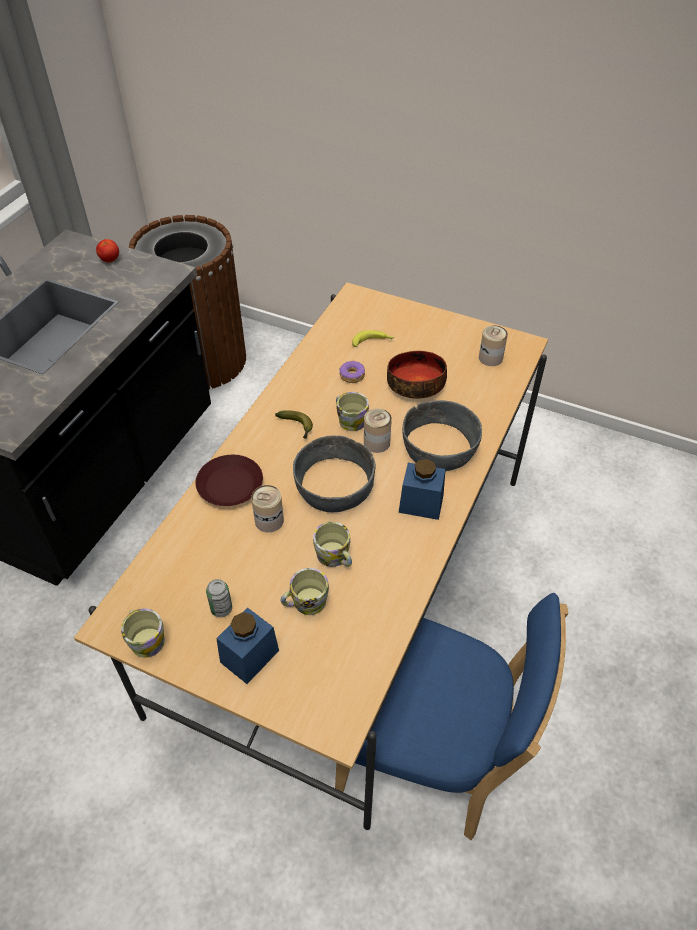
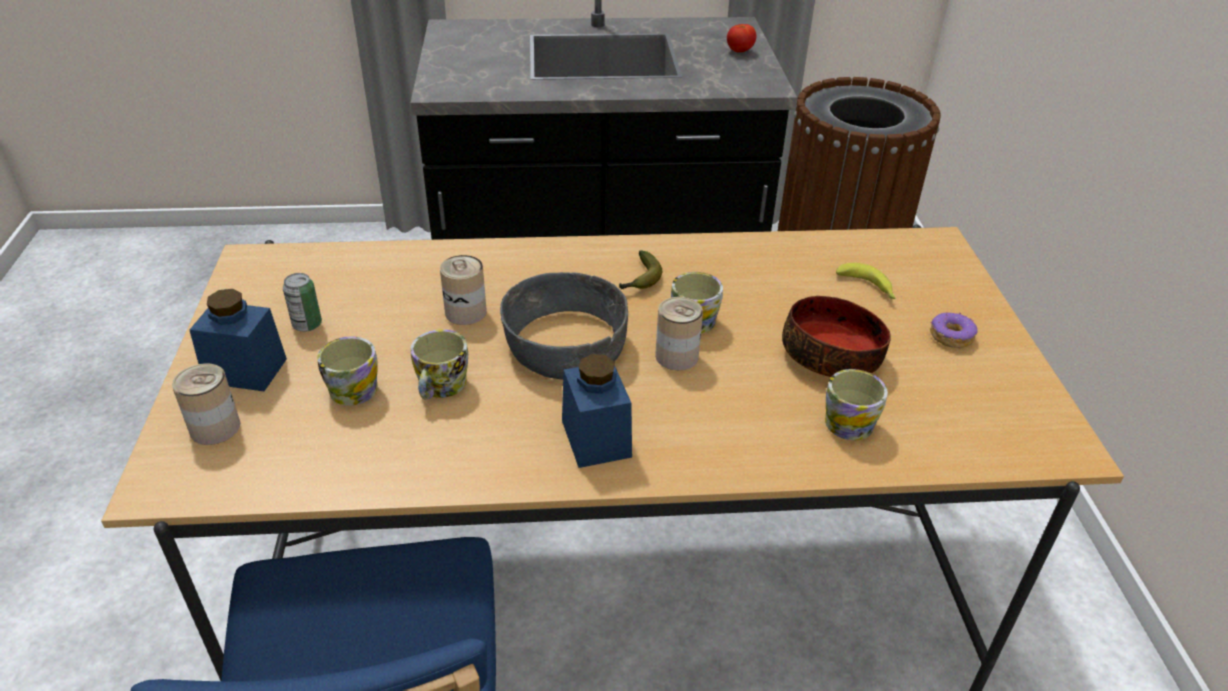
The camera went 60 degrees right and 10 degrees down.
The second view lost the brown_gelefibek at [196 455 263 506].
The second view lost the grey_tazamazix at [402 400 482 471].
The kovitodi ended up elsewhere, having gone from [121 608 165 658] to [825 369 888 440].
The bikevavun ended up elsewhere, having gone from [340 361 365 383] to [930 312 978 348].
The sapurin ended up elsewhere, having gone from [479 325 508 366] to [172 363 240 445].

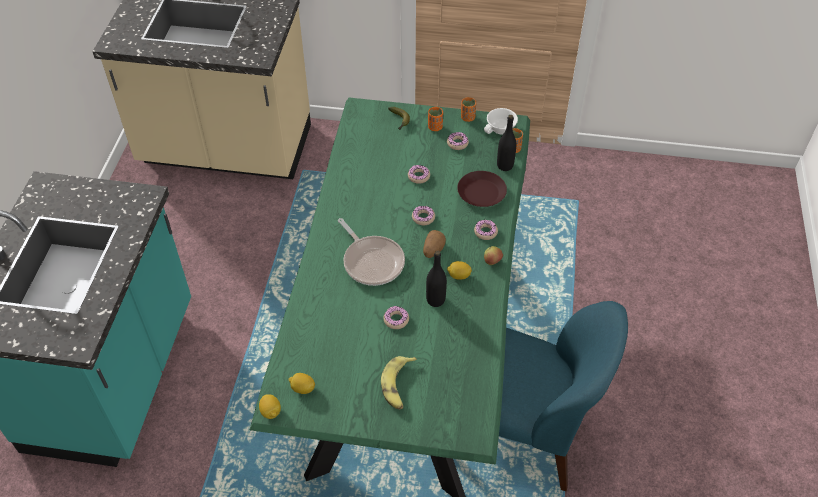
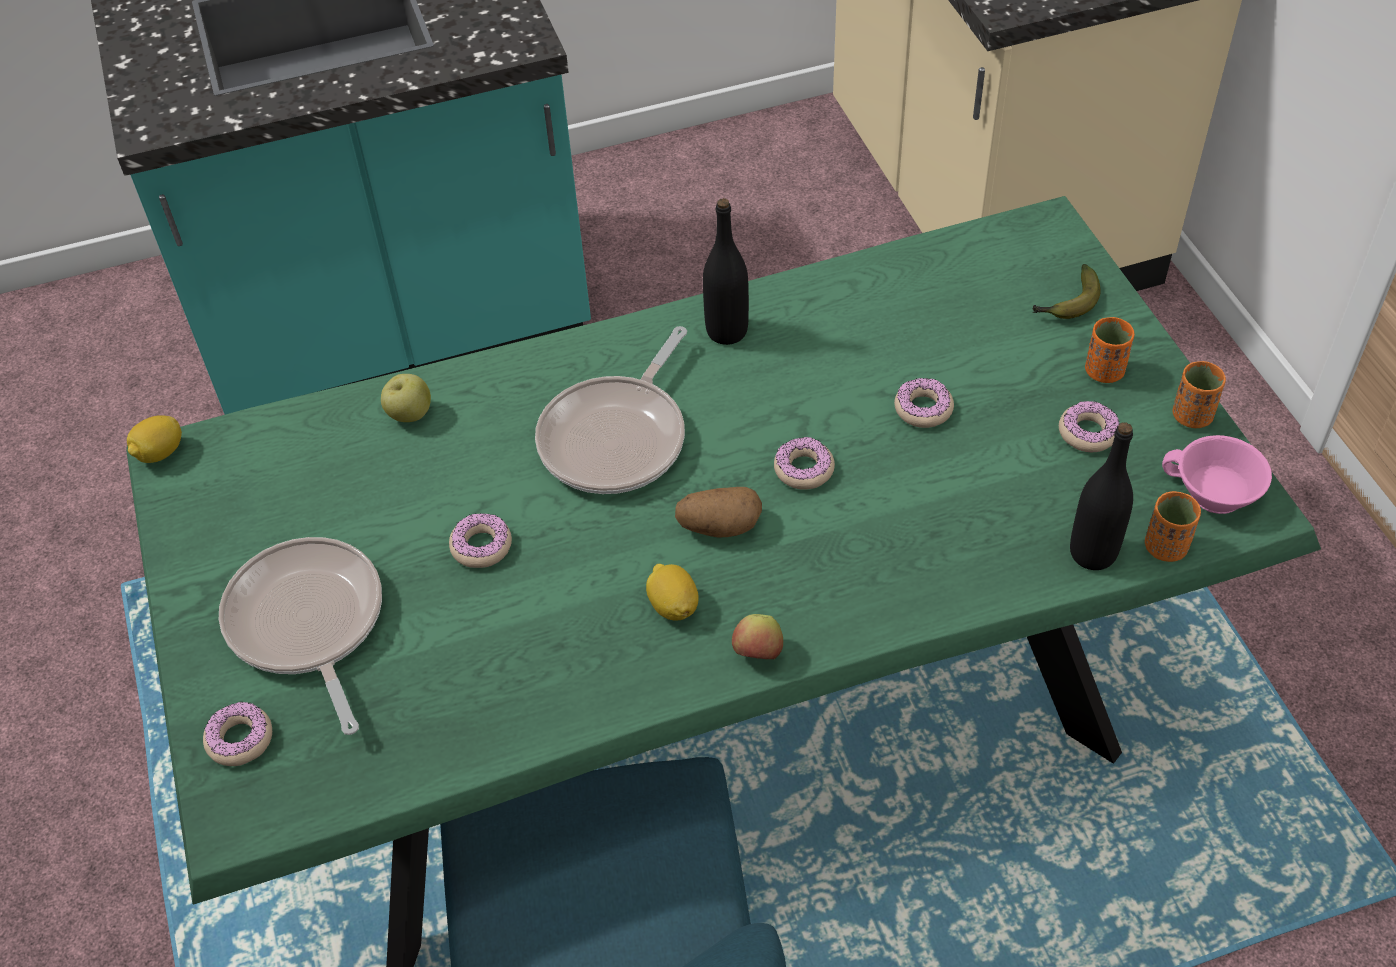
The camera went 65 degrees right and 0 degrees up.
The second view lost the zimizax at [289 373 315 394].
The second view lost the brown_gelefibek at [457 171 507 207].
The second view gained the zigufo at [381 374 431 422].
The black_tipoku ended up elsewhere, having gone from [426 251 447 307] to [703 198 749 345].
The bikevavun ended up elsewhere, having gone from [474 220 498 240] to [203 702 272 766].
Where the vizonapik stood at [381 356 417 409], the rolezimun came to stand at [219 537 382 735].
What was the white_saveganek at [484 108 518 134] turned into the pink_saveganek at [1162 435 1272 514].

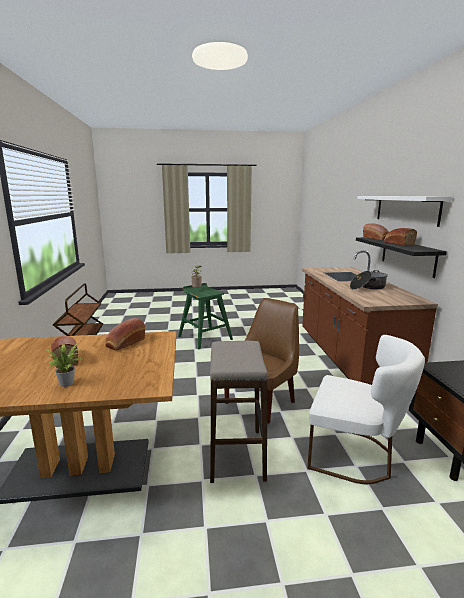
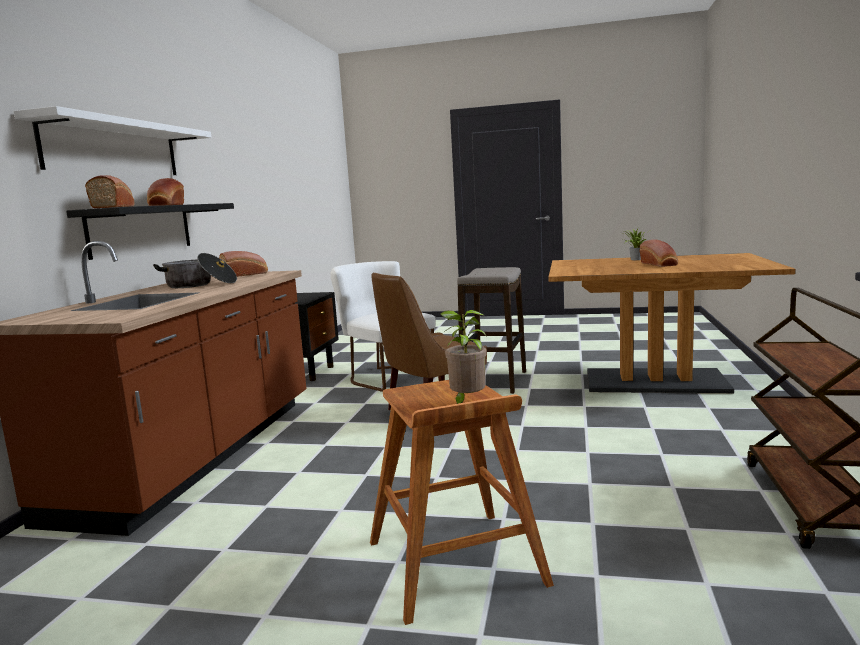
The camera went 160 degrees left and 5 degrees down.
The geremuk ended up elsewhere, having gone from [105 318 145 351] to [219 251 268 277].
What was the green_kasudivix at [178 283 233 349] turned into the brown_kasudivix at [370 380 554 625].

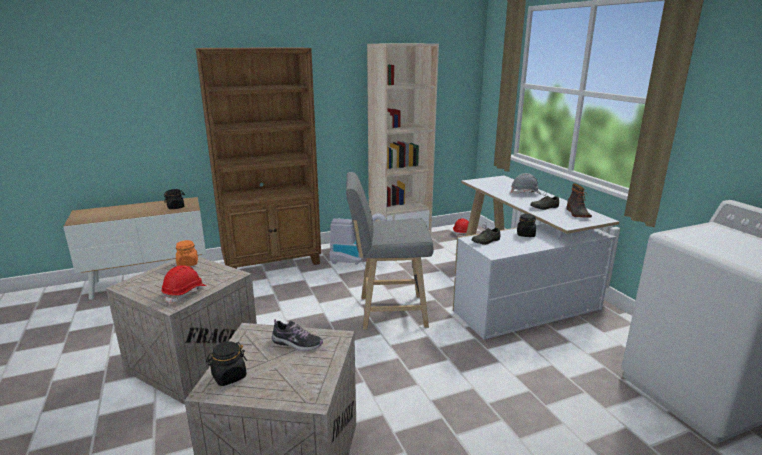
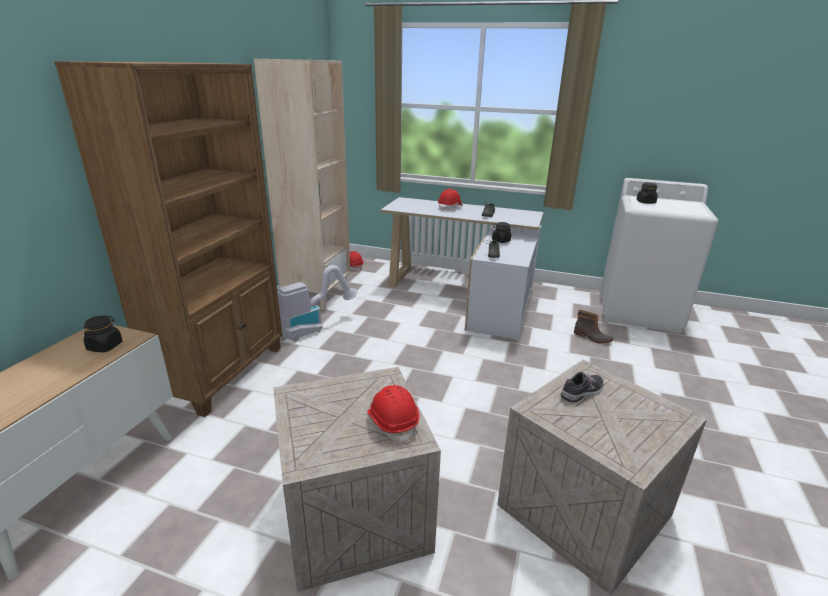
The camera went 50 degrees left and 5 degrees up.
The second view lost the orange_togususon at [176 240 198 266].
The second view lost the grey_kasudivix at [346 172 434 330].
The black_togususon ended up elsewhere, having gone from [206 341 247 386] to [637 183 658 204].
The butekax ended up elsewhere, having gone from [566 184 592 217] to [574 310 614 344].
What was the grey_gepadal at [511 173 541 194] turned into the red_gepadal at [438 189 463 211].

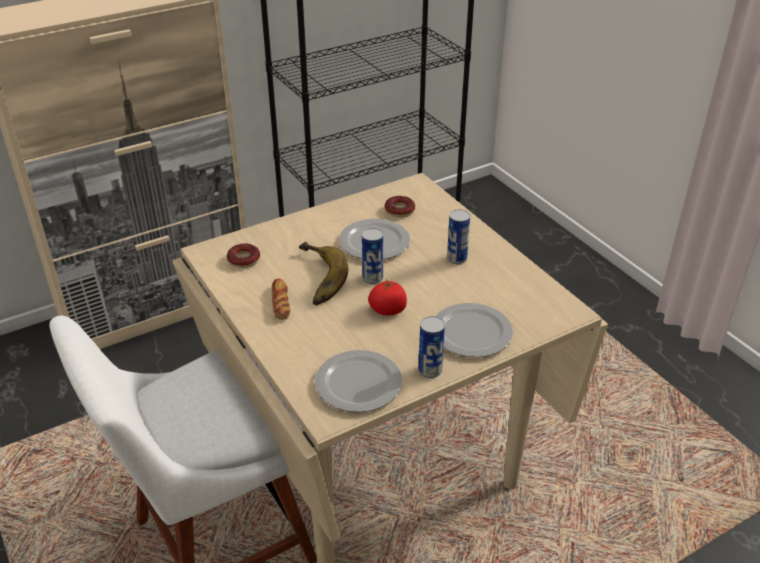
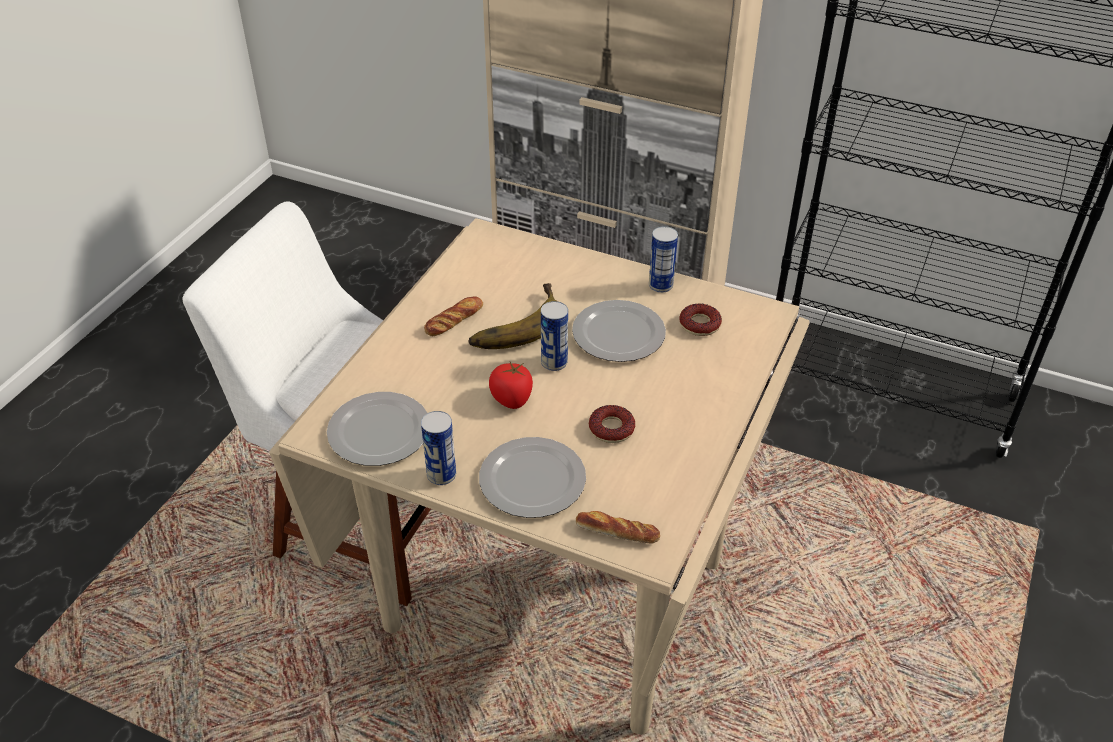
The camera went 55 degrees right and 5 degrees up.
The second view gained the geremuk at [576 511 660 544].
The bikevavun ended up elsewhere, having gone from [227 244 260 268] to [589 405 635 443].
The sapurin ended up elsewhere, having gone from [447 209 470 264] to [649 226 678 293].

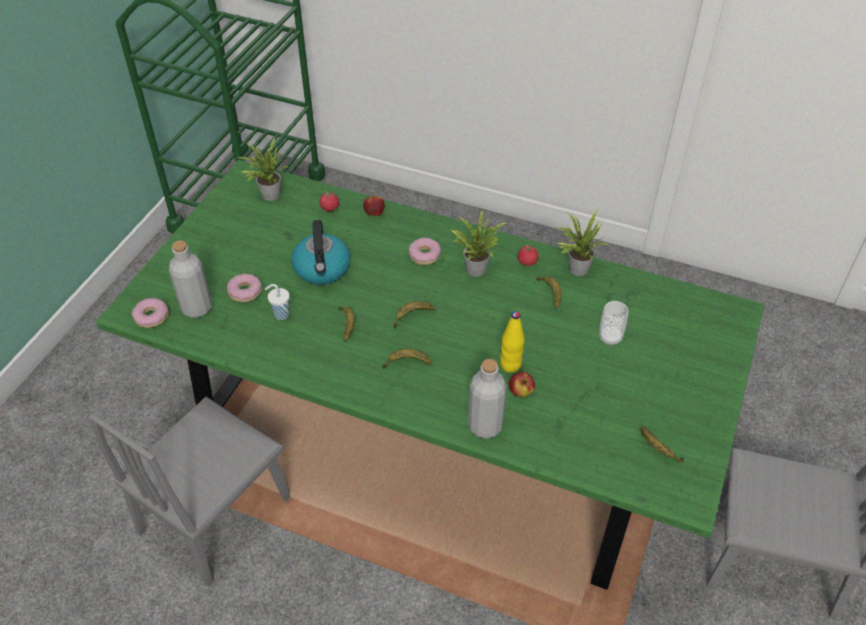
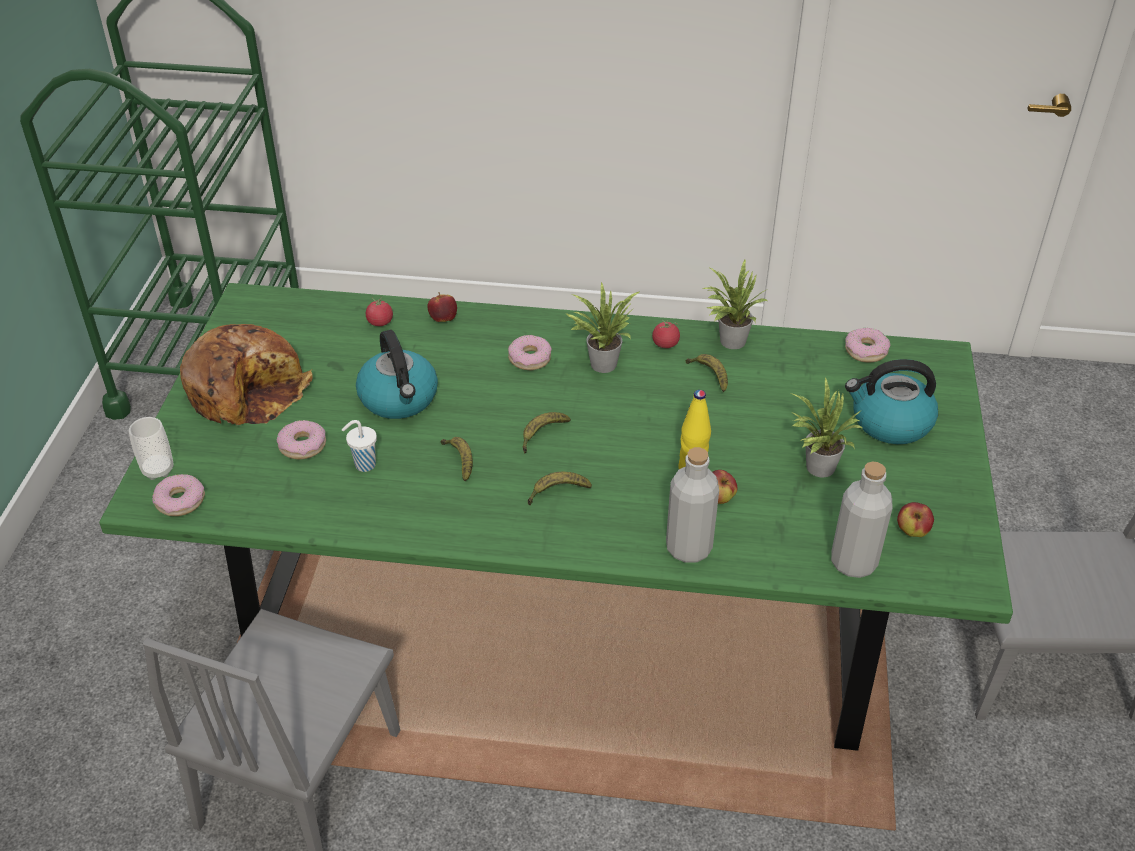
The camera went 15 degrees left and 5 degrees down.
The second view gained the geremuk at [180 324 312 425].
The second view gained the bikevavun at [845 328 890 362].
The second view gained the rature at [845 359 938 444].
The grey_tipoku ended up elsewhere, having gone from [169 240 212 318] to [831 461 892 578].
The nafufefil ended up elsewhere, having gone from [239 138 290 201] to [791 377 864 477].
The saveganek ended up elsewhere, having gone from [599 301 629 345] to [129 417 174 480].
Where the vizonapik stood at [641 426 684 462], the zigufo came to stand at [897 502 934 537].

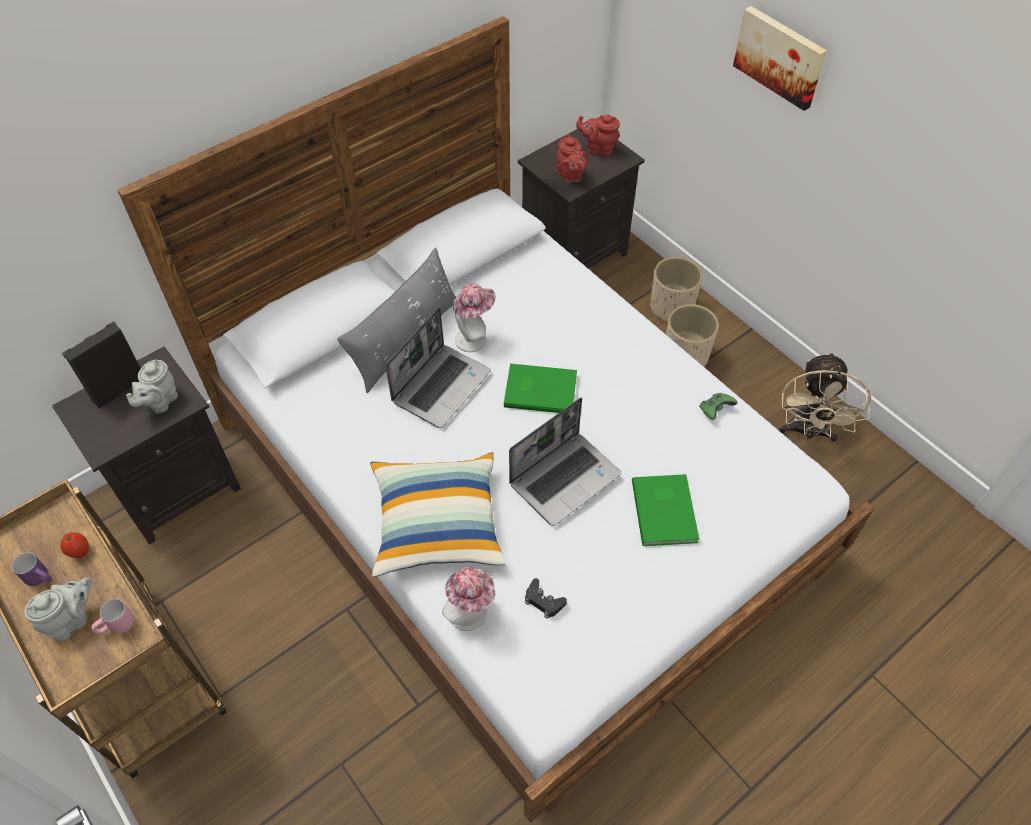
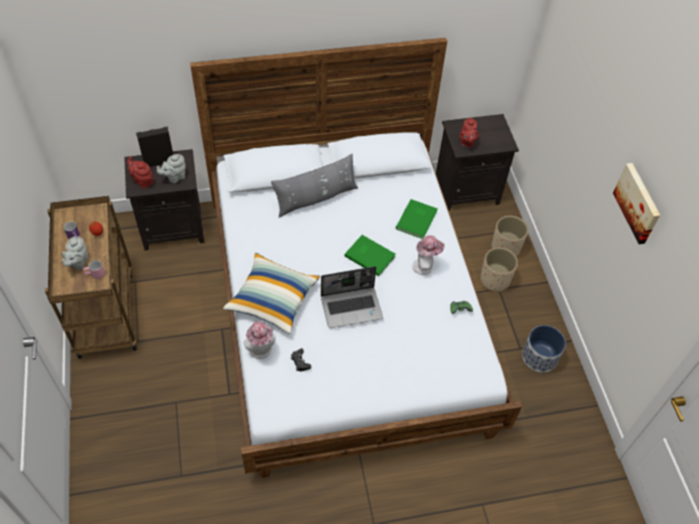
The camera went 25 degrees right and 0 degrees up.
The second view lost the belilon at [385 307 491 428].
The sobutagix ended up elsewhere, having gone from [453 283 496 352] to [412 235 445 275].
The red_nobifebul ended up elsewhere, having gone from [576 115 620 156] to [127 156 154 189].
The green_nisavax ended up elsewhere, having gone from [632 474 699 546] to [396 199 437 239].
The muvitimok ended up elsewhere, having gone from [733 6 827 111] to [613 163 660 244].
Where the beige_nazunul stood at [779 351 871 442], the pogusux came to stand at [522 325 566 372].
The grey_nobifebul at [24 578 92 642] ended up facing another way, 120 degrees clockwise from before.

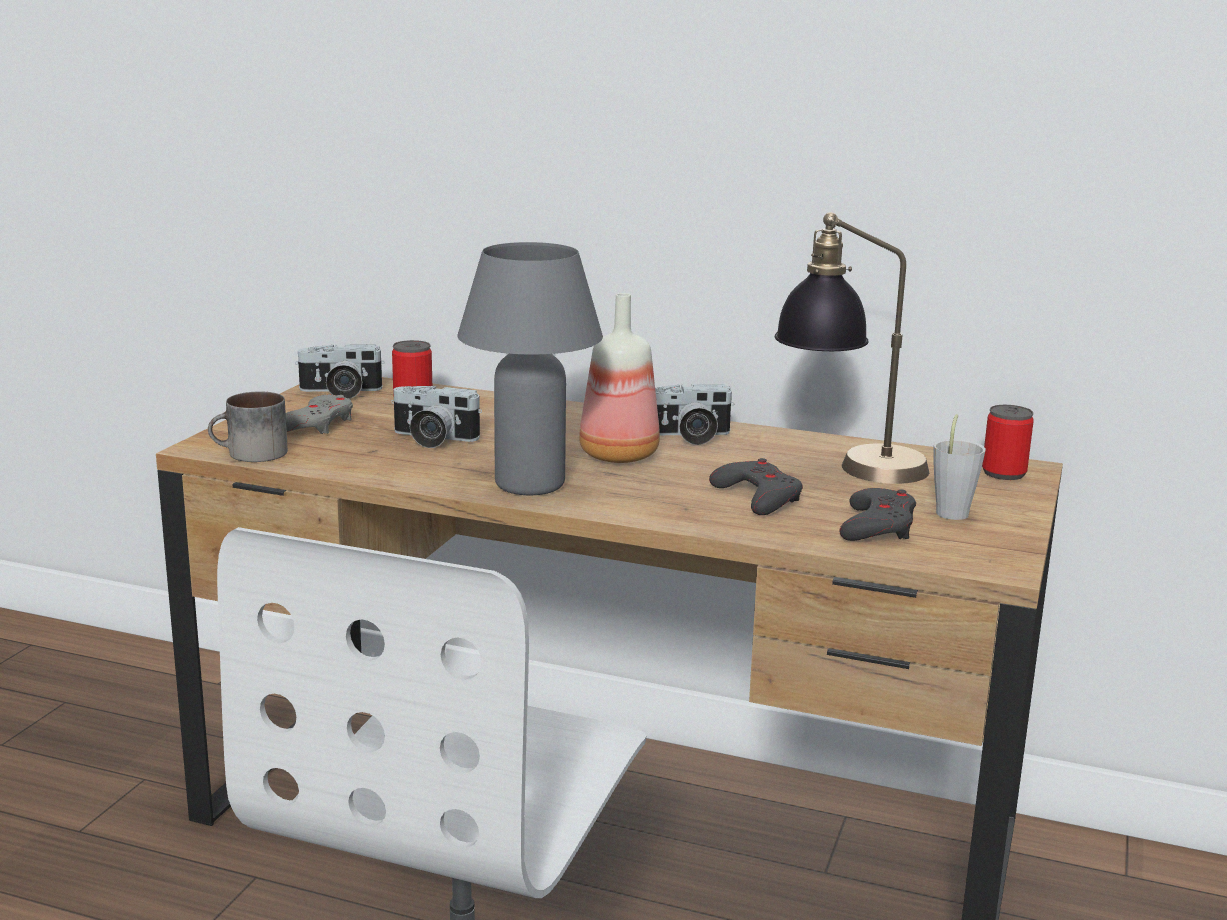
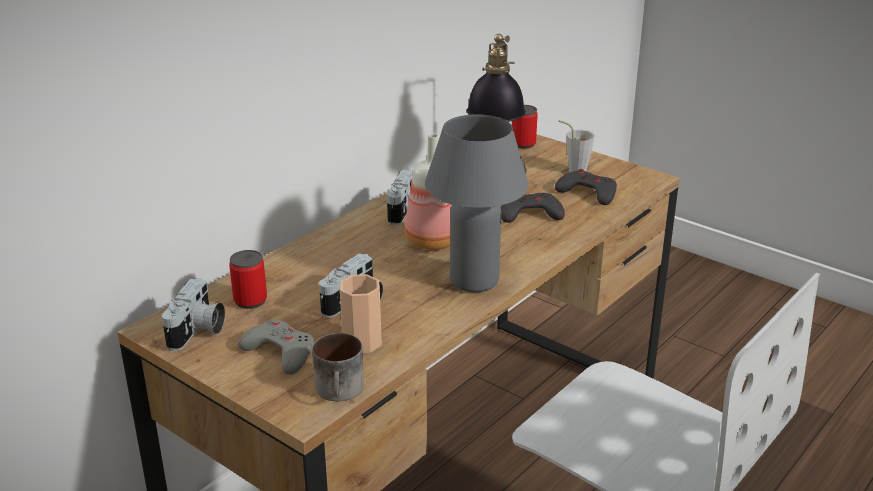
The camera went 70 degrees left and 10 degrees up.
The second view gained the saveganek at [340 274 382 353].

